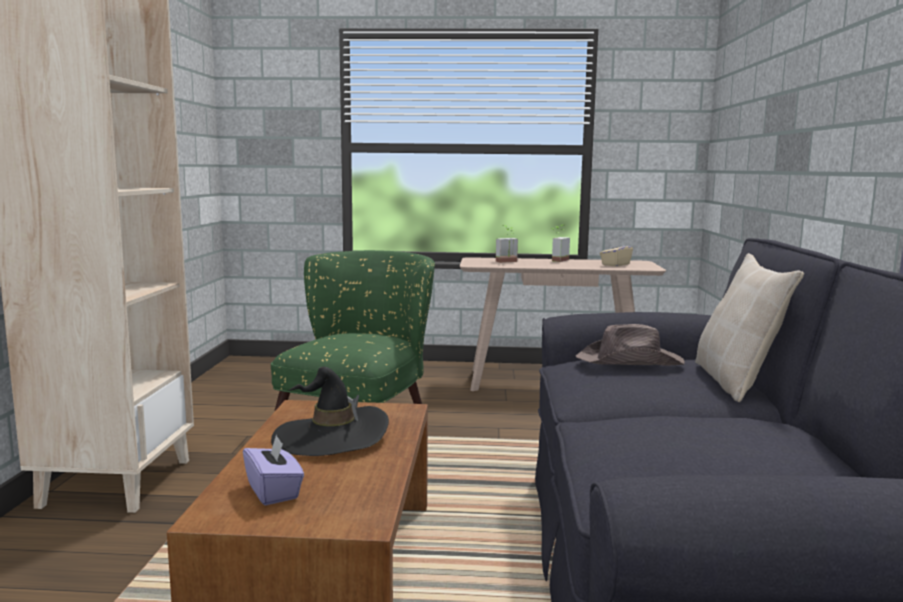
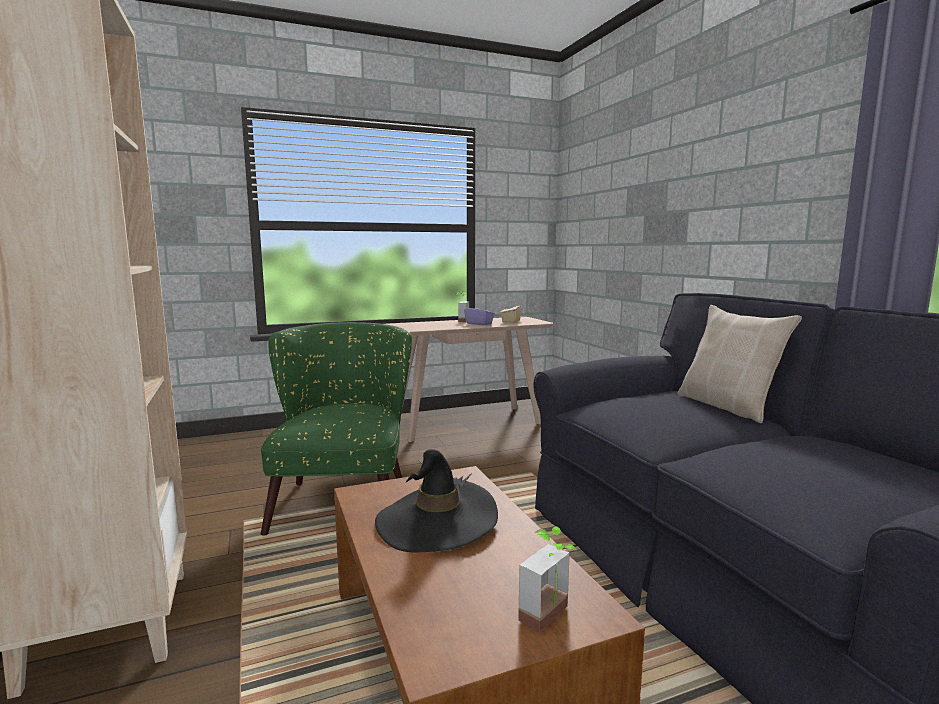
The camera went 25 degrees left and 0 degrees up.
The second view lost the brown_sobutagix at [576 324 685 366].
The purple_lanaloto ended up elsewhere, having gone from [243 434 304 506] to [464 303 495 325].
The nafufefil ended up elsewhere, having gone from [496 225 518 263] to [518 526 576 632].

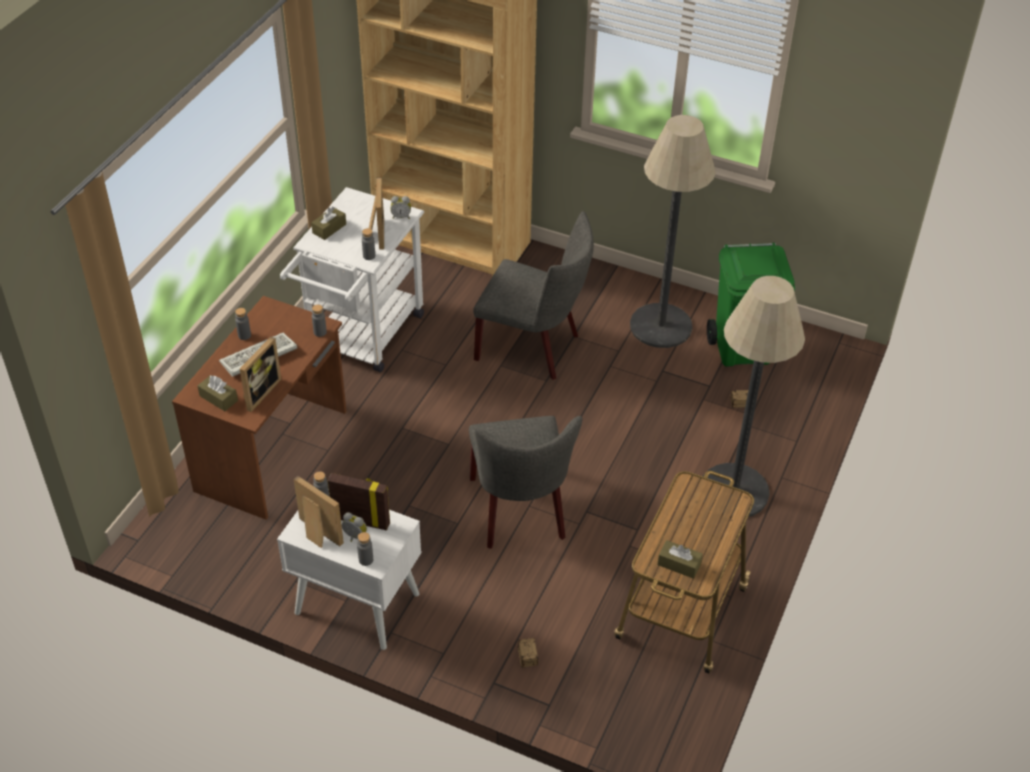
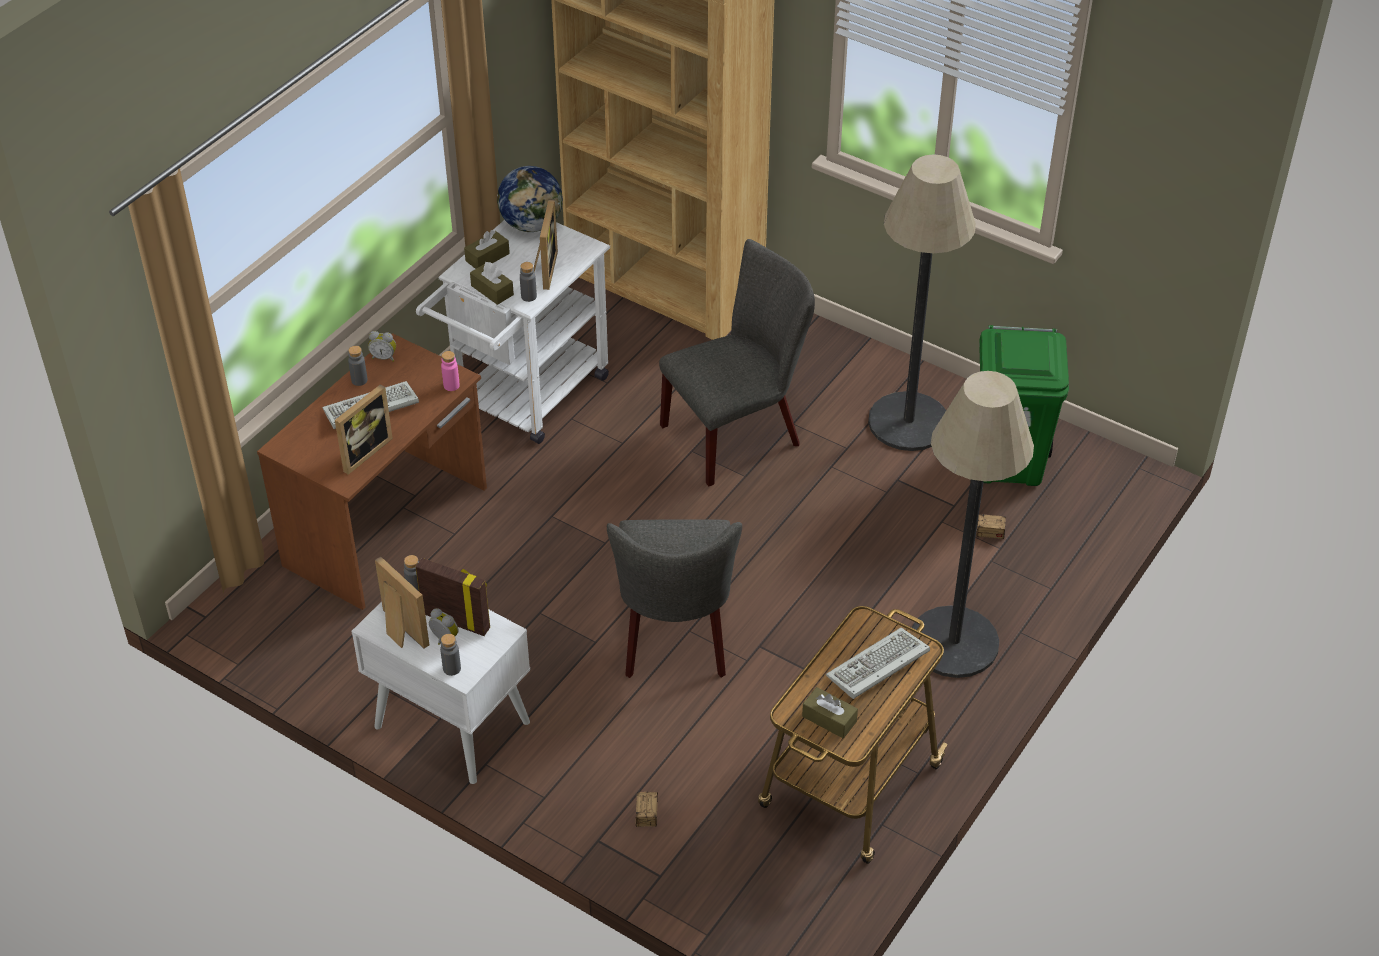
The camera went 10 degrees right and 0 degrees up.
The second view gained the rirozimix at [497 166 563 232].
The second view gained the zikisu at [826 627 930 699].
The brown_lanaloto ended up elsewhere, having gone from [197 375 238 411] to [470 262 514 305].
The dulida ended up elsewhere, having gone from [390 196 411 219] to [368 331 396 362].
What was the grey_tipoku at [312 305 327 337] turned into the pink_tipoku at [441 351 460 391].
The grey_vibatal at [473 211 594 380] ended up facing another way, 60 degrees counterclockwise from before.

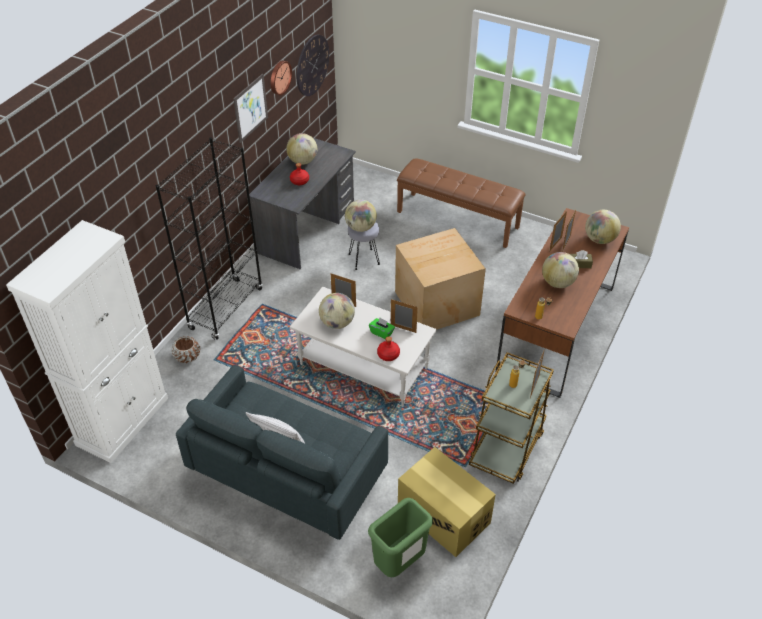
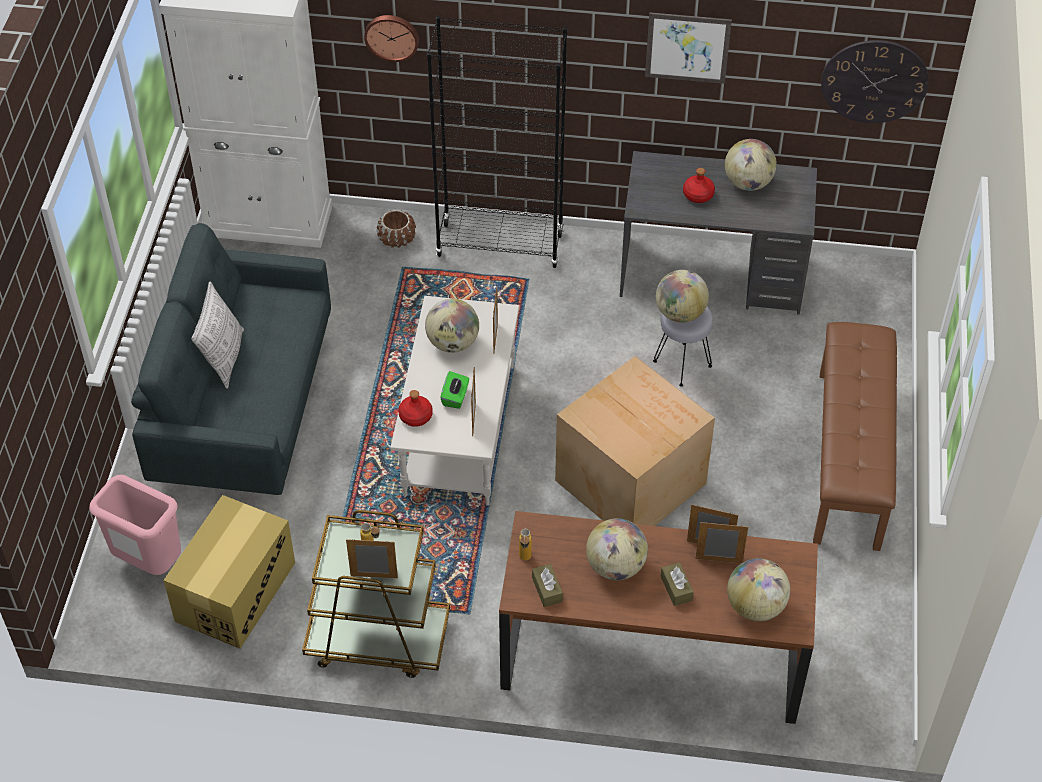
The camera went 70 degrees right and 5 degrees up.
The second view gained the brown_lanaloto at [532 564 563 607].
The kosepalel ended up elsewhere, having gone from [270 61 292 95] to [364 15 419 62].
What was the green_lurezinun at [368 498 433 577] turned into the pink_lurezinun at [90 475 181 575].

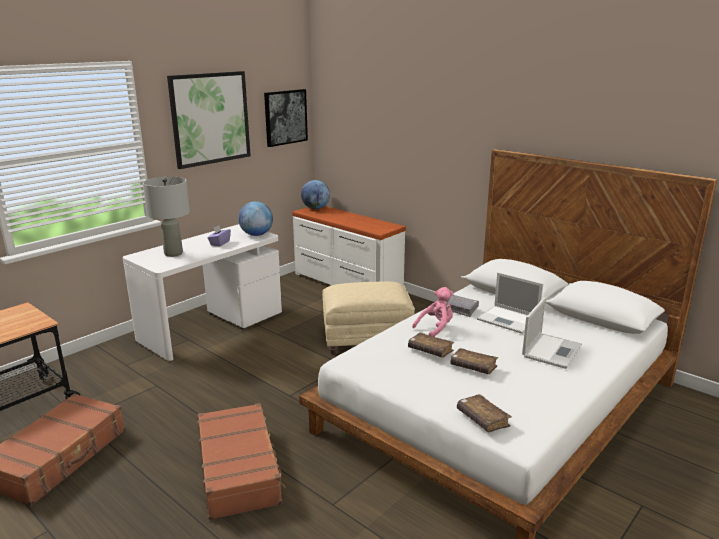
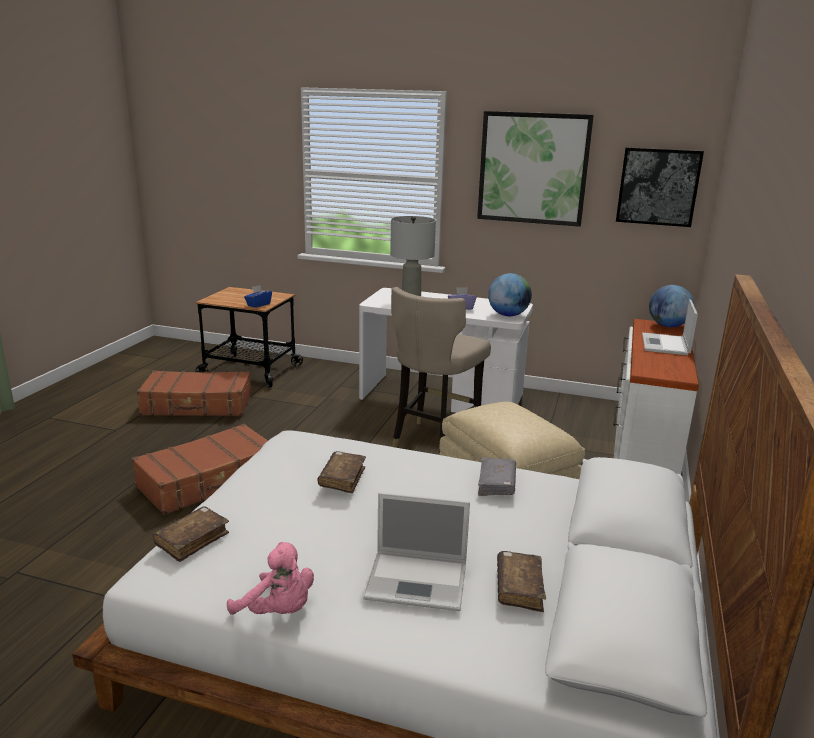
The camera went 65 degrees right and 0 degrees up.
The second view gained the blue_lanaloto at [244 285 272 308].
The second view gained the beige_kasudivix at [391 287 491 452].
The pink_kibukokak ended up elsewhere, having gone from [412 287 453 337] to [227 542 314 615].
The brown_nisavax ended up elsewhere, having gone from [450 348 498 375] to [497 551 546 612].
The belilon ended up elsewhere, having gone from [477 272 543 334] to [642 299 698 355].

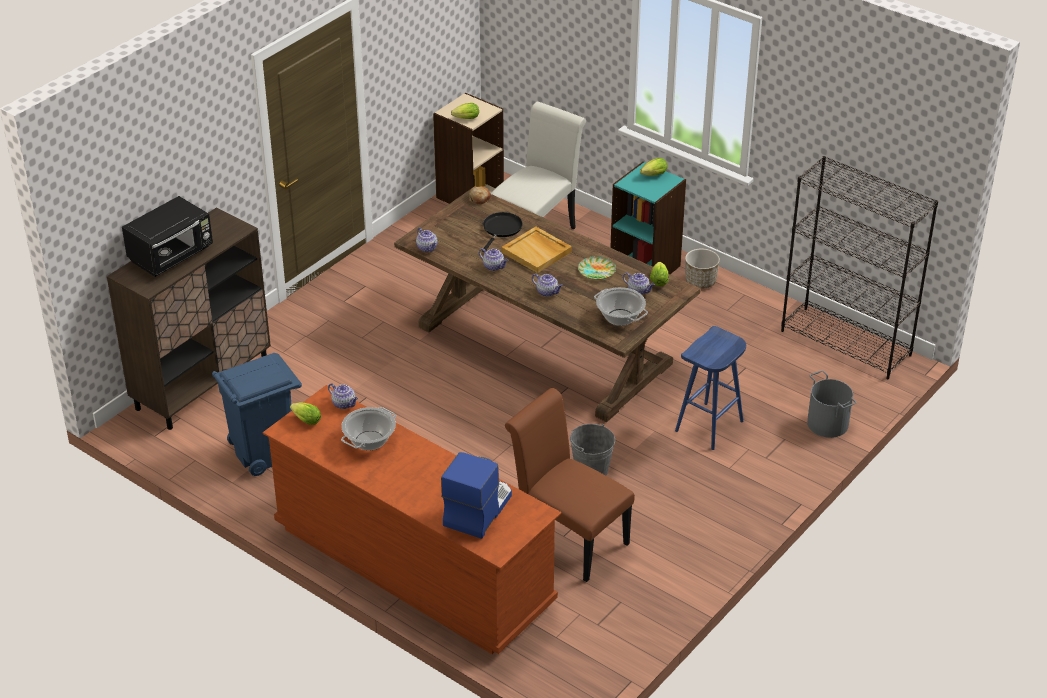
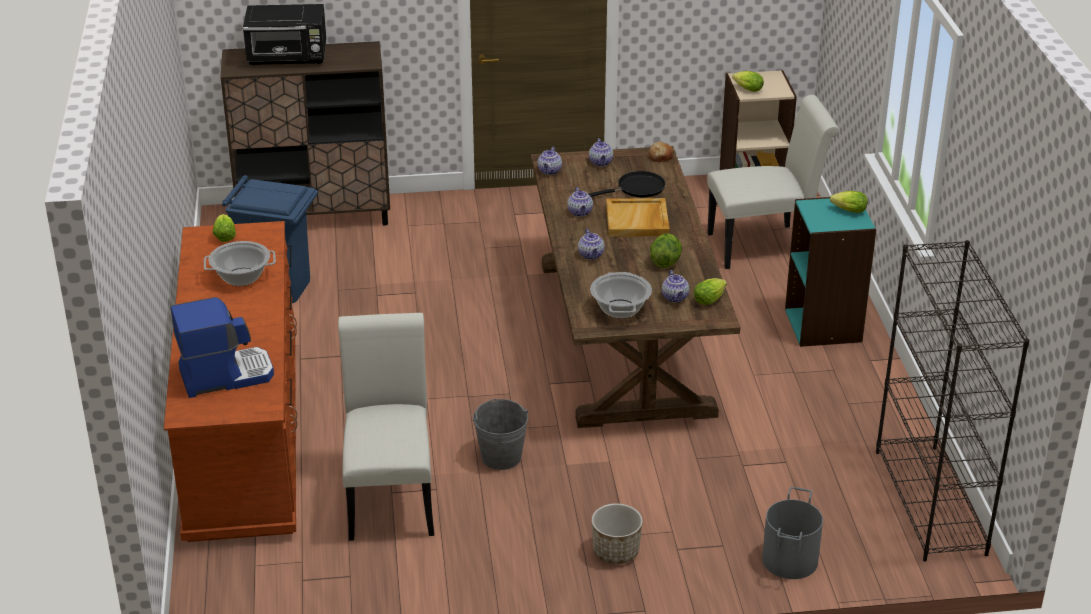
The camera went 45 degrees right and 5 degrees down.
The second view lost the blue_kasudivix at [675 326 746 450].
The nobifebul ended up elsewhere, having gone from [328 383 358 409] to [589 138 613 167].
The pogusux ended up elsewhere, having gone from [685 249 720 289] to [592 503 643 564].
Where the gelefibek stood at [578 256 616 280], the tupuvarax came to stand at [650 233 682 268].
What was the brown_vibatal at [505 388 635 582] turned into the white_vibatal at [338 313 434 541].

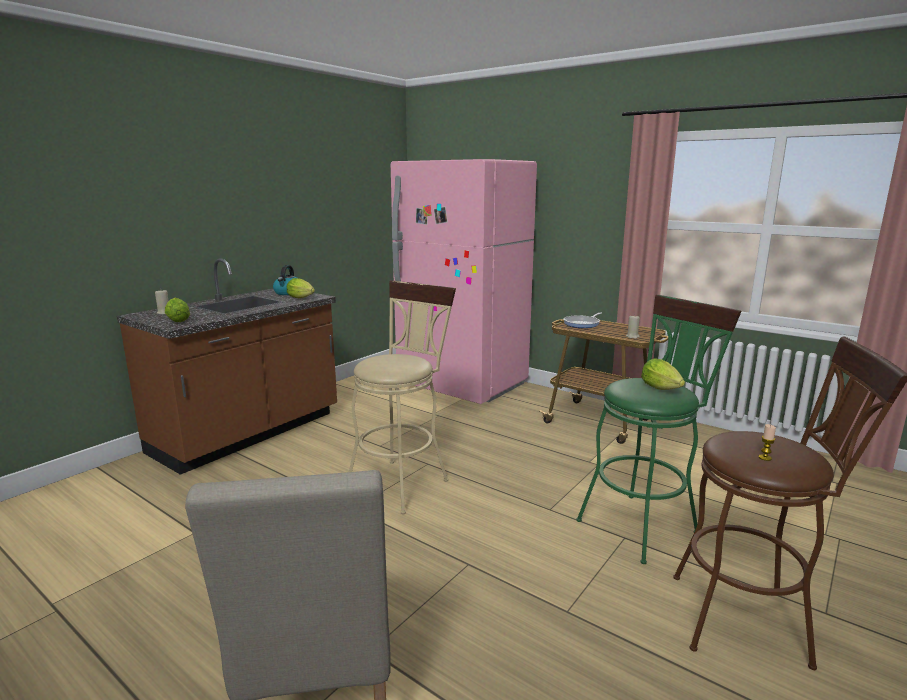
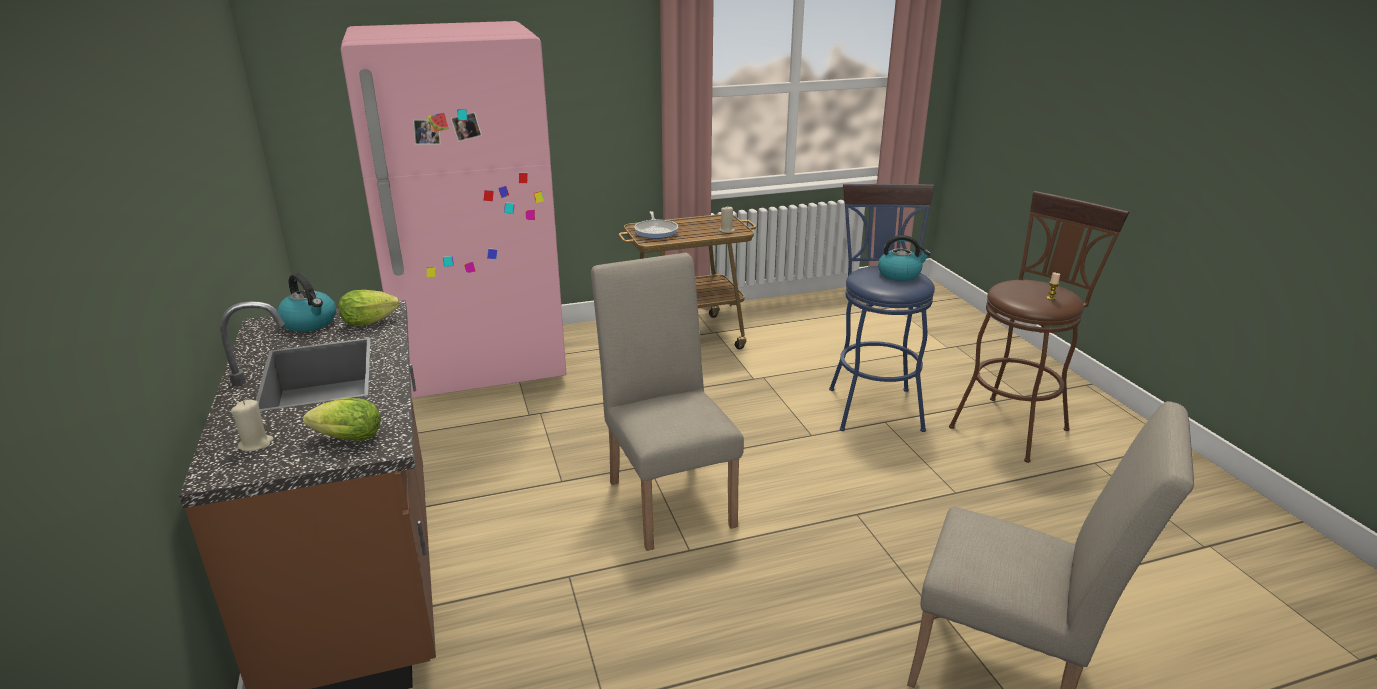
The camera went 55 degrees left and 10 degrees up.
Where the beige_kasudivix stood at [349 280 456 515], the beige_vibatal came to stand at [591 253 744 551].
Where the tupuvarax stood at [641 358 685 390], the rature came to stand at [878 235 931 281].
What was the green_kasudivix at [576 294 741 564] turned into the blue_kasudivix at [829 184 935 432].

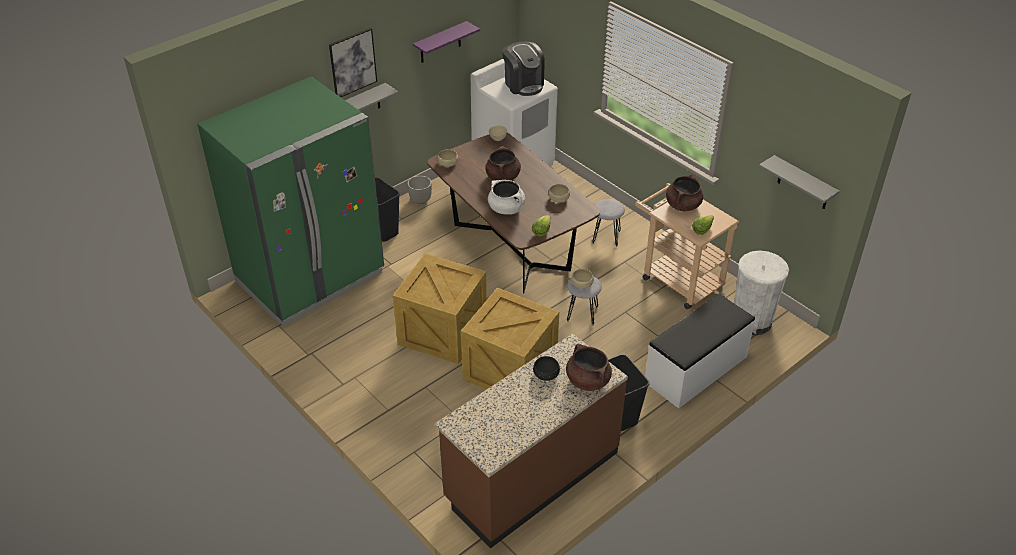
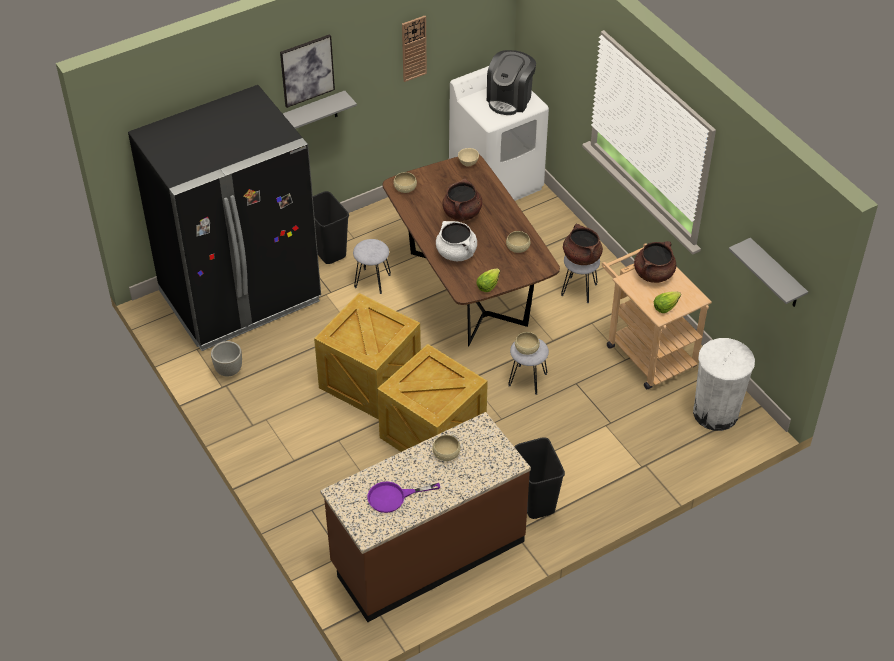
The camera went 10 degrees right and 5 degrees up.
The second view lost the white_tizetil at [645 294 755 408].
The second view gained the grey_kasudivix at [353 239 391 294].
The second view gained the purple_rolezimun at [367 481 440 513].
The grey_pogusux ended up elsewhere, having gone from [407 176 432 204] to [211 341 242 376].
The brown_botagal ended up elsewhere, having gone from [566 344 612 391] to [563 224 603 265].
Where the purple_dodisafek hung at [413 21 480 63], the kosepalel came to hang at [402 16 427 82].
What was the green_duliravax at [197 76 384 327] turned into the black_duliravax at [128 85 321 351].
What was the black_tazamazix at [533 356 560 381] turned into the beige_tazamazix at [432 435 461 461].
The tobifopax at [502 42 545 96] ended up facing another way, 45 degrees clockwise from before.

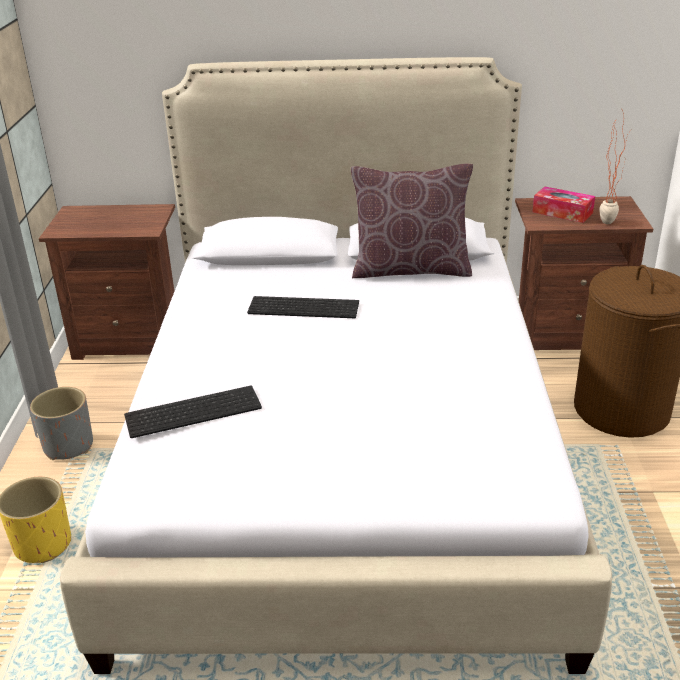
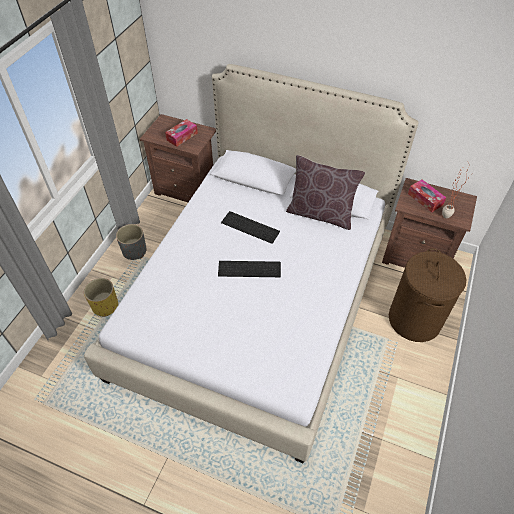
The camera went 20 degrees right and 20 degrees up.
The second view gained the lanaloto at [165 119 198 147].
The zikisu ended up elsewhere, having gone from [124 386 262 438] to [218 261 281 277].

